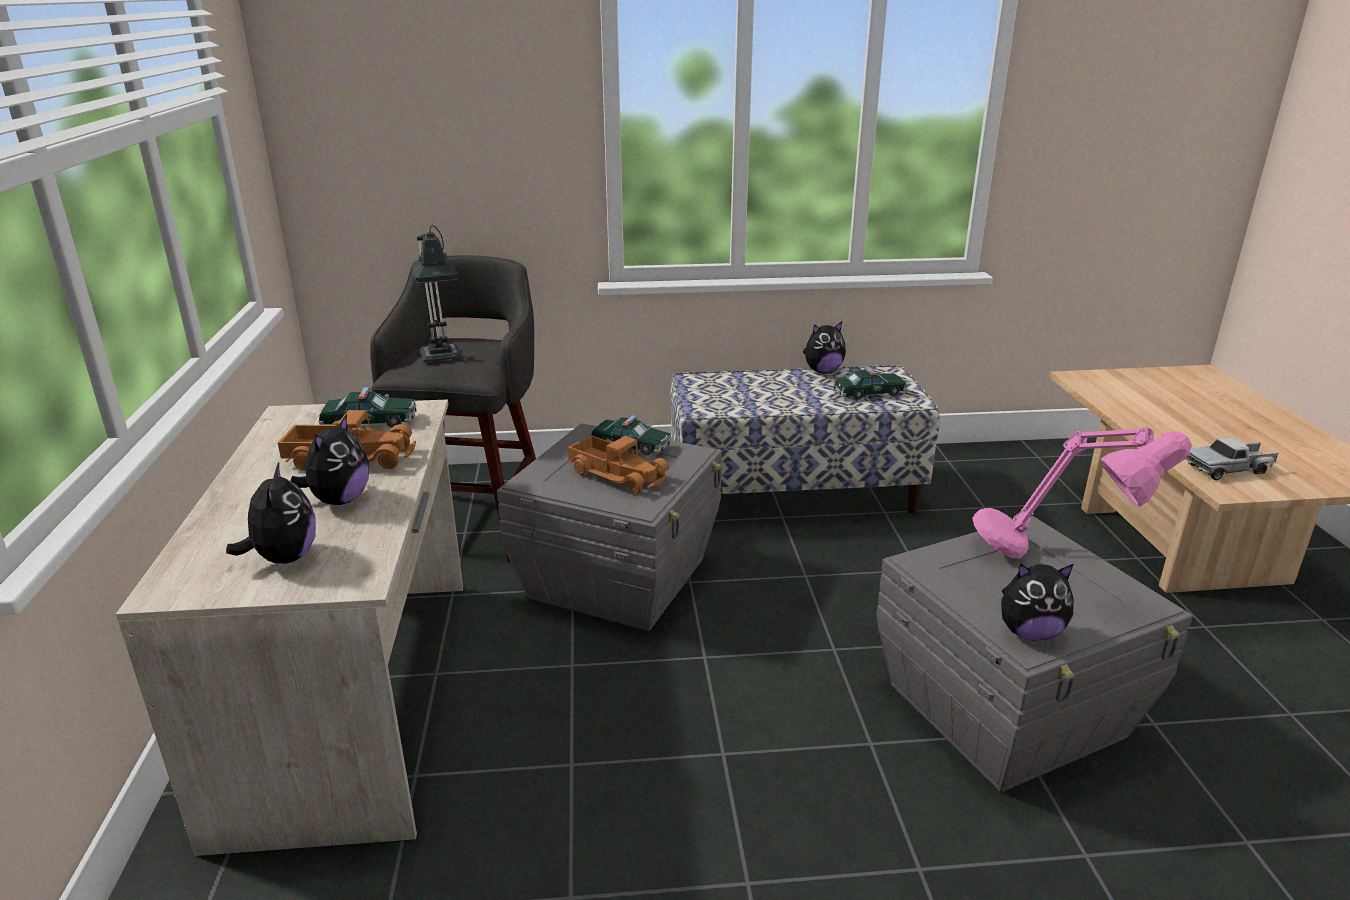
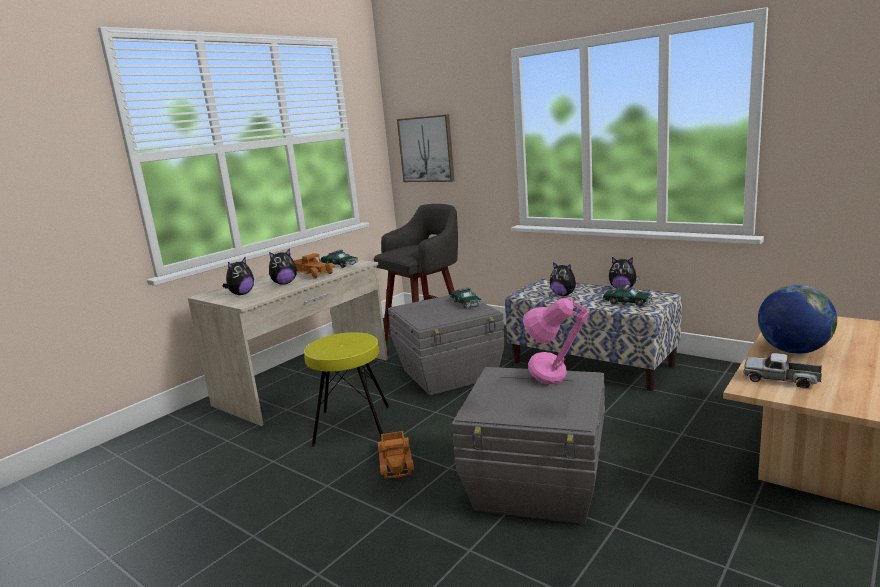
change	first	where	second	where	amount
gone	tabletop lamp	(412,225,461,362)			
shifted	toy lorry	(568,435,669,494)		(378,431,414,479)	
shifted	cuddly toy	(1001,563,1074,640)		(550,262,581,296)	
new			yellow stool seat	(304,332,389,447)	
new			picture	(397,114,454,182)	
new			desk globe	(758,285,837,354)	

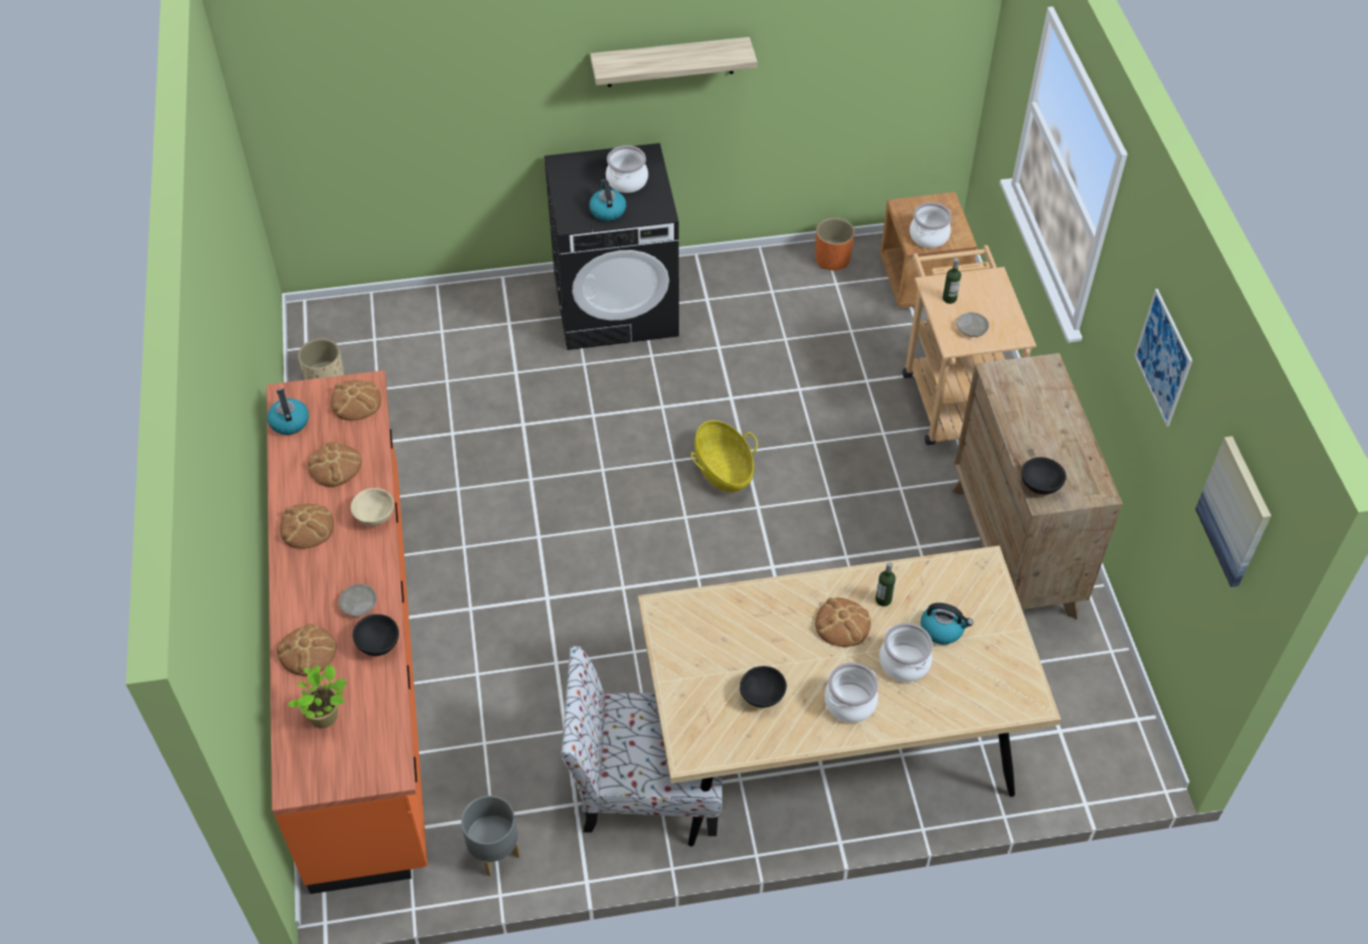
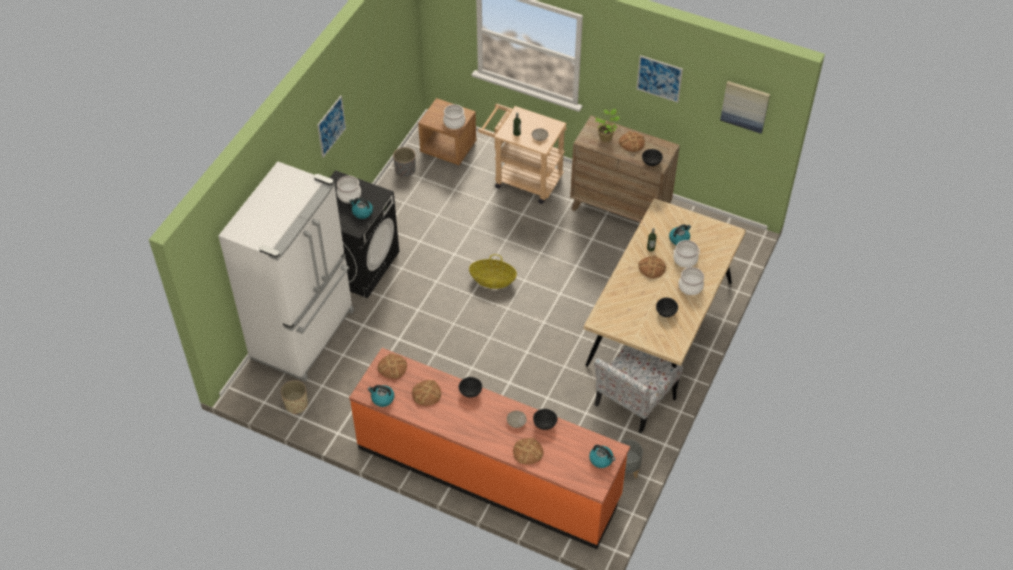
change	first	where	second	where	amount
shifted	bread	(280,504,334,549)		(619,131,645,152)	
shifted	houseplant	(288,664,347,728)		(594,109,620,142)	
repainted	beige-coloured bowl	(351,488,394,526)	black bowl	(458,377,482,397)	
swapped	shelf	(590,37,757,87)	picture	(317,95,346,158)	
repainted	orangey plant pot	(815,218,855,270)	gray plant pot	(393,147,415,178)	
new			white refrigerator	(218,161,354,382)	
new			kettle	(589,445,616,468)	

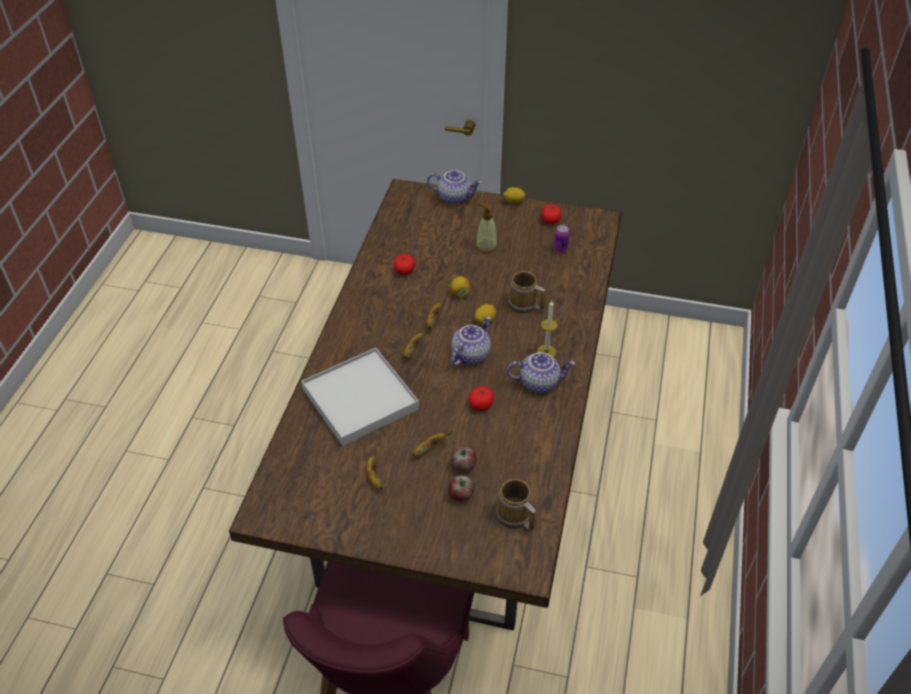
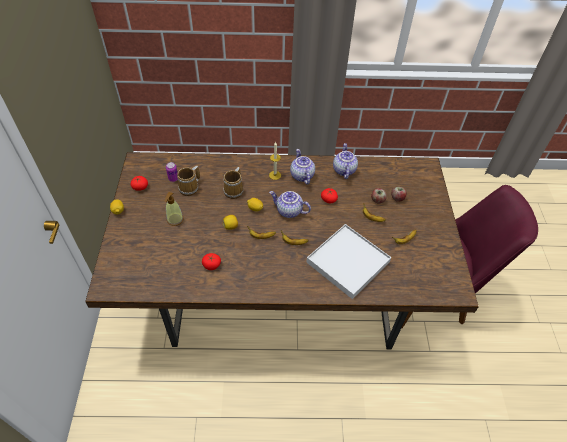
change	first	where	second	where	amount
shifted	pot for tea	(427,170,482,205)		(333,143,358,179)	
shifted	mug	(496,479,536,531)		(177,166,200,196)	

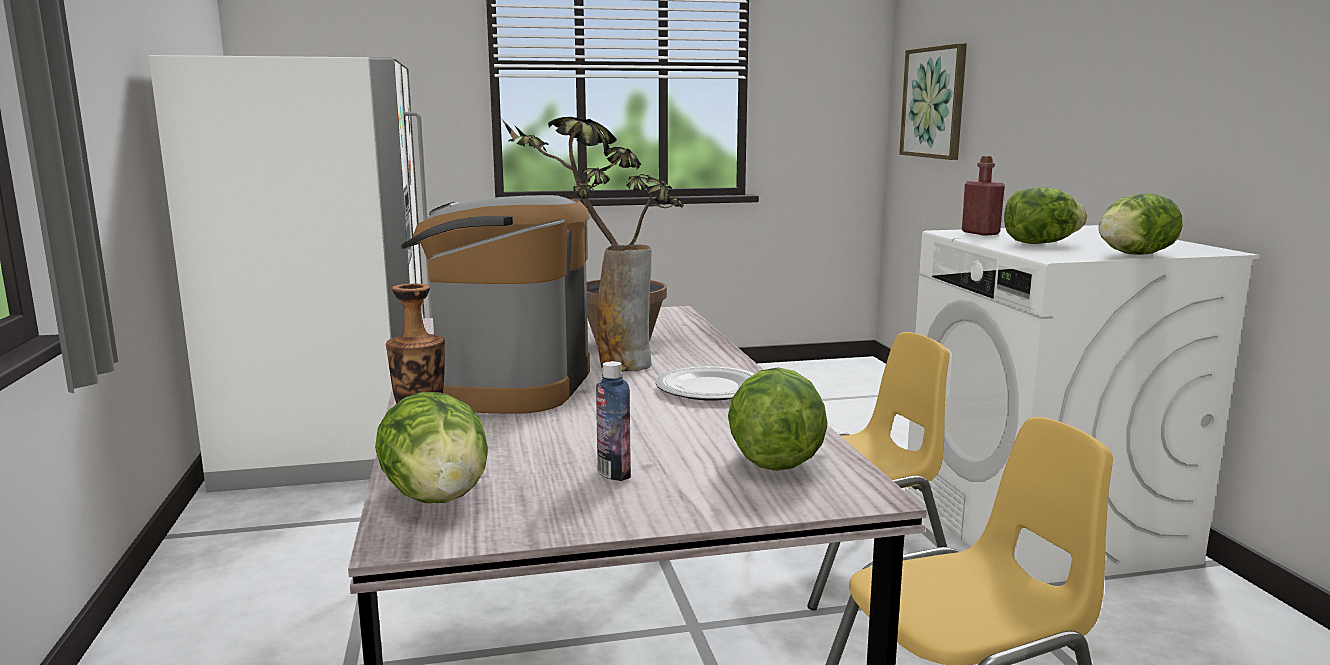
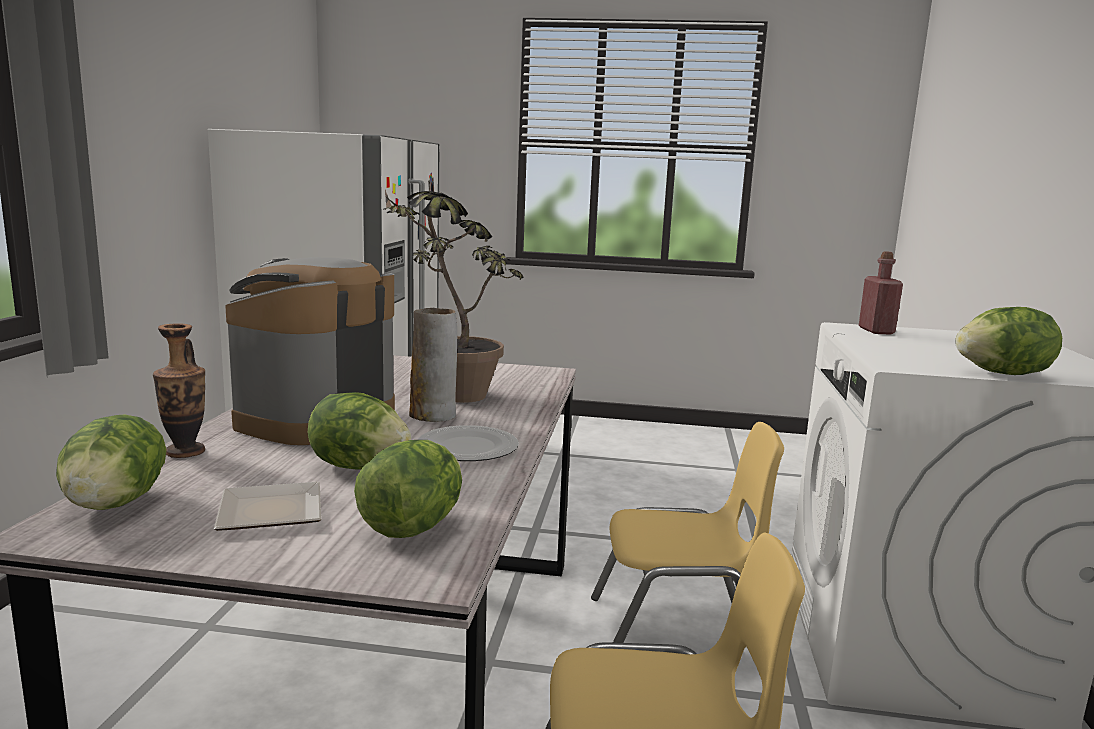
change	first	where	second	where	amount
swapped	drink bottle	(596,361,631,481)	flat dish	(214,482,321,531)	
gone	picture	(899,43,967,160)			
shifted	lettuce	(1004,187,1087,244)		(308,392,411,469)	

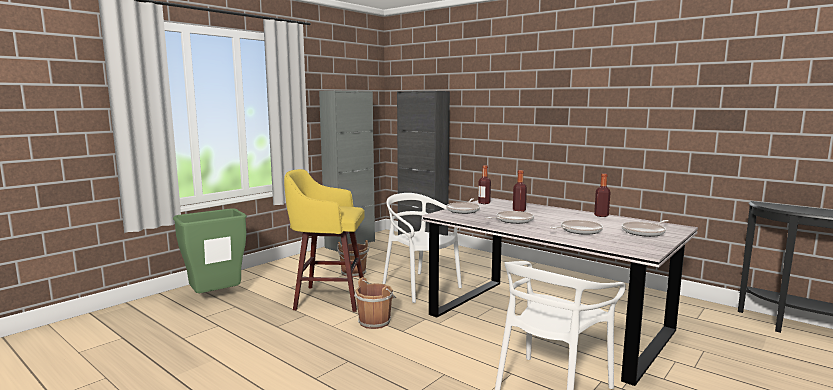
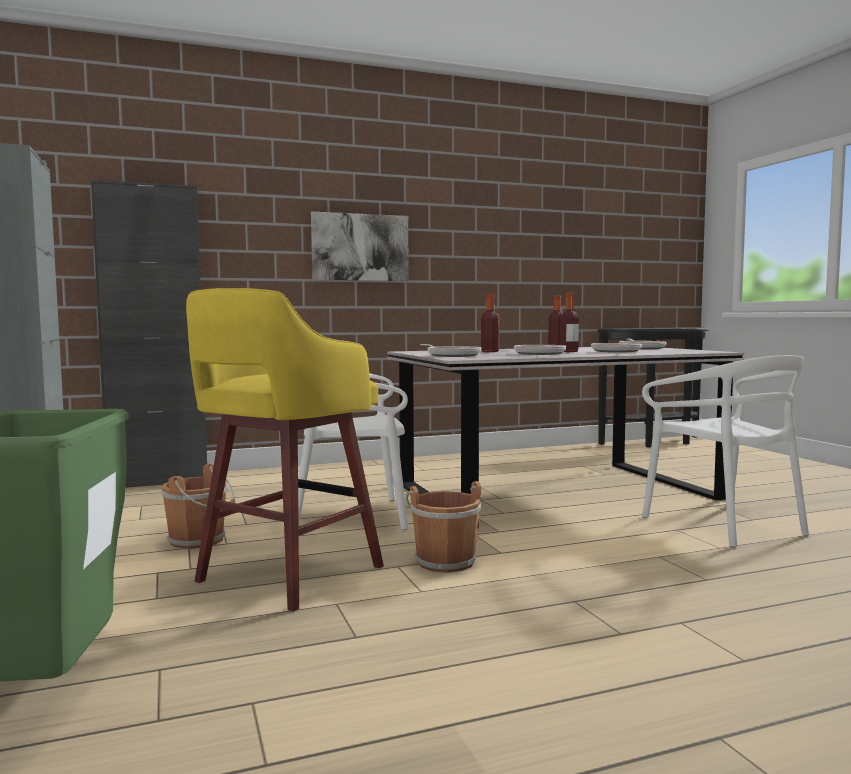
change	first	where	second	where	amount
shifted	drink bottle	(478,165,491,204)		(560,293,579,352)	
new			picture	(311,212,409,281)	

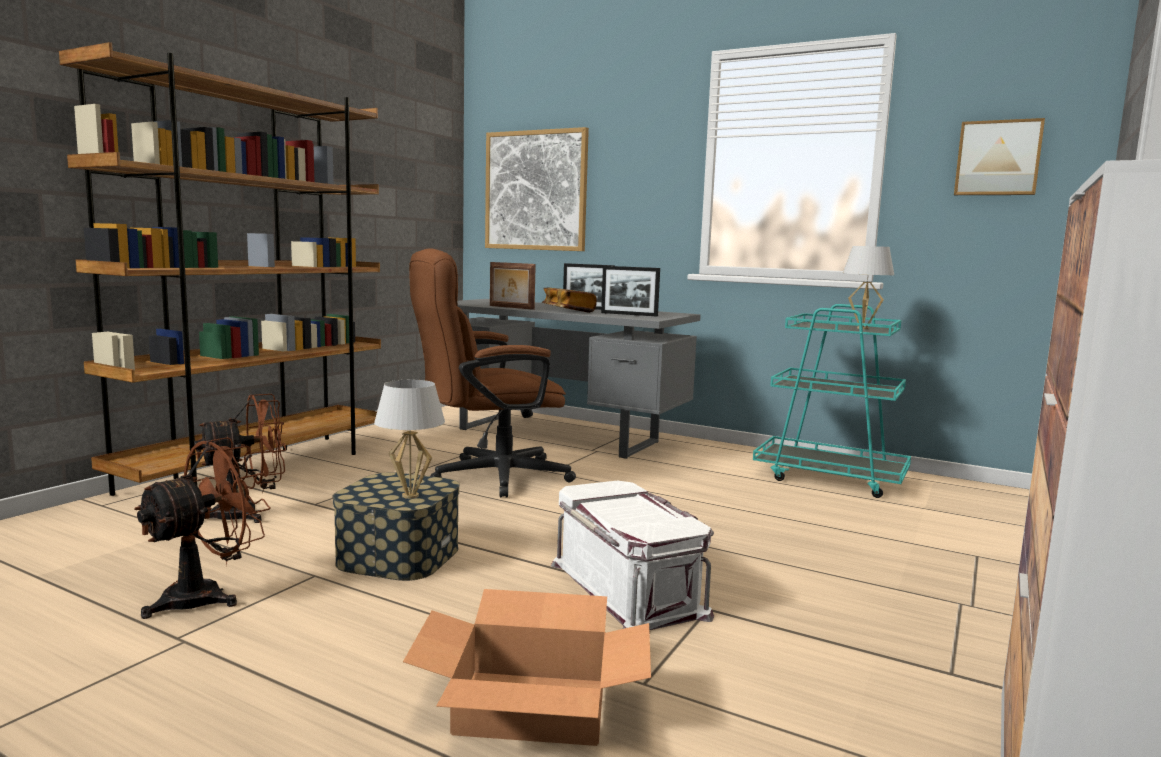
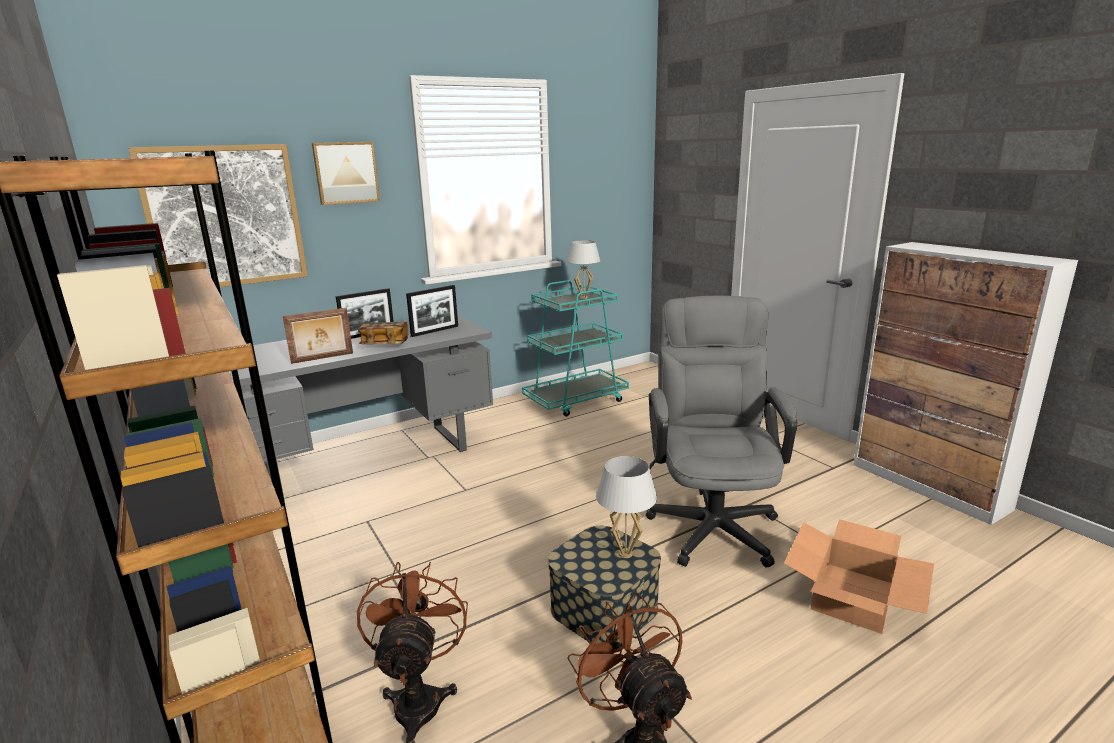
change	first	where	second	where	amount
gone	brown computer chair	(409,248,576,498)			
swapped	white storage box	(551,480,714,630)	gray computer chair	(645,296,797,568)	
shifted	picture	(954,118,1045,195)		(312,142,380,205)	

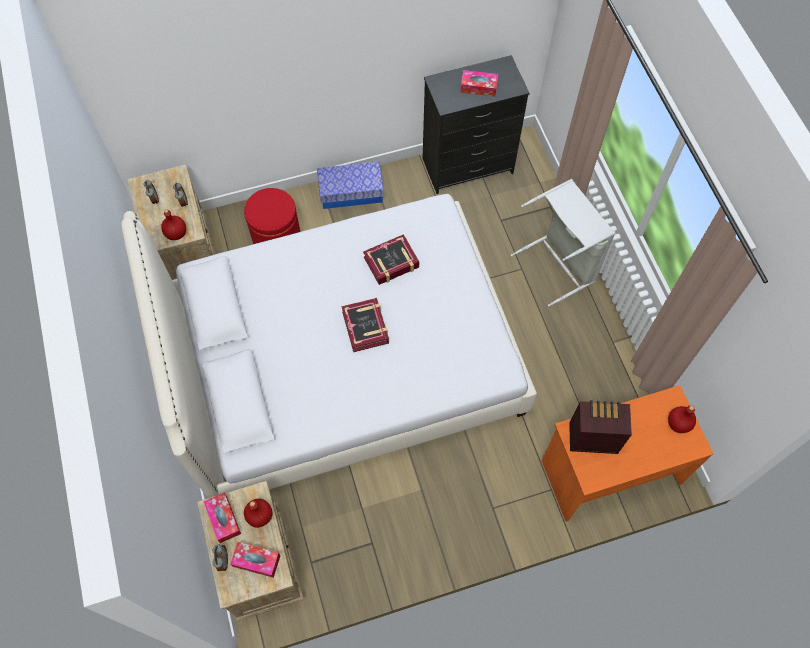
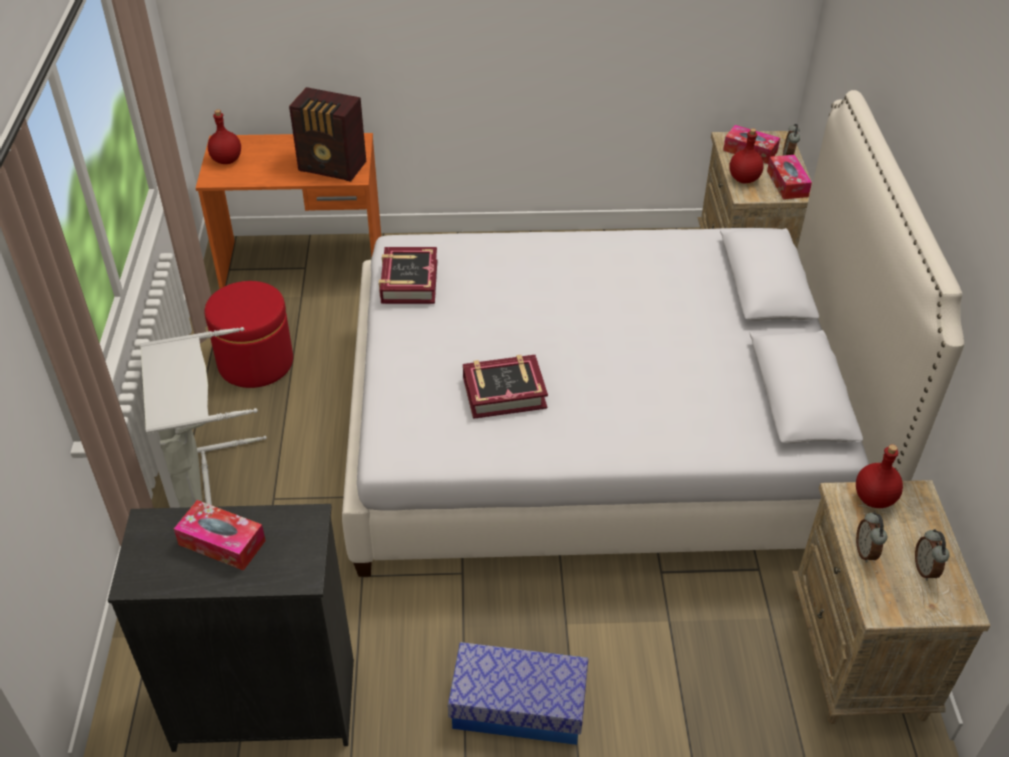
change	first	where	second	where	amount
shifted	reddish ottoman	(244,188,300,244)		(204,281,293,388)	
shifted	bound book	(341,298,389,352)		(379,247,437,304)	

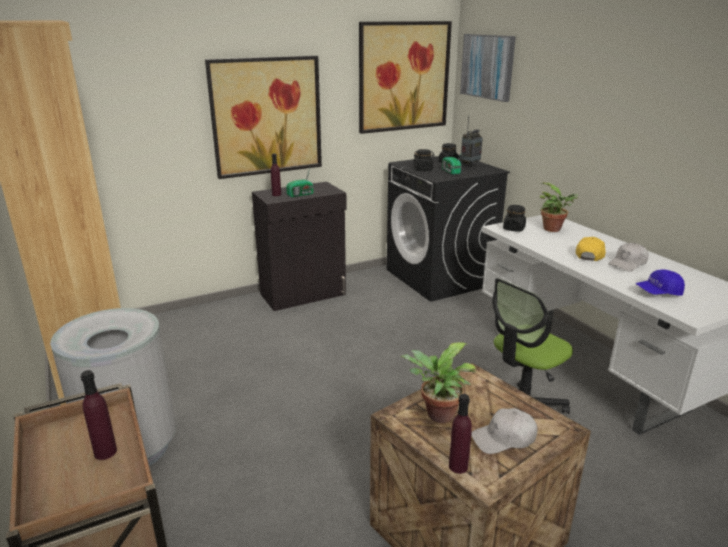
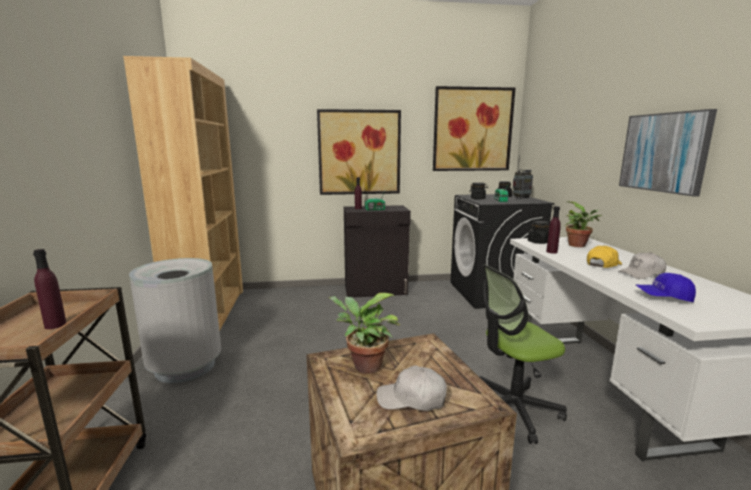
change	first	where	second	where	amount
shifted	purple drink bottle	(449,394,472,474)		(546,206,561,254)	
shifted	picture	(460,34,516,102)		(619,109,717,197)	

